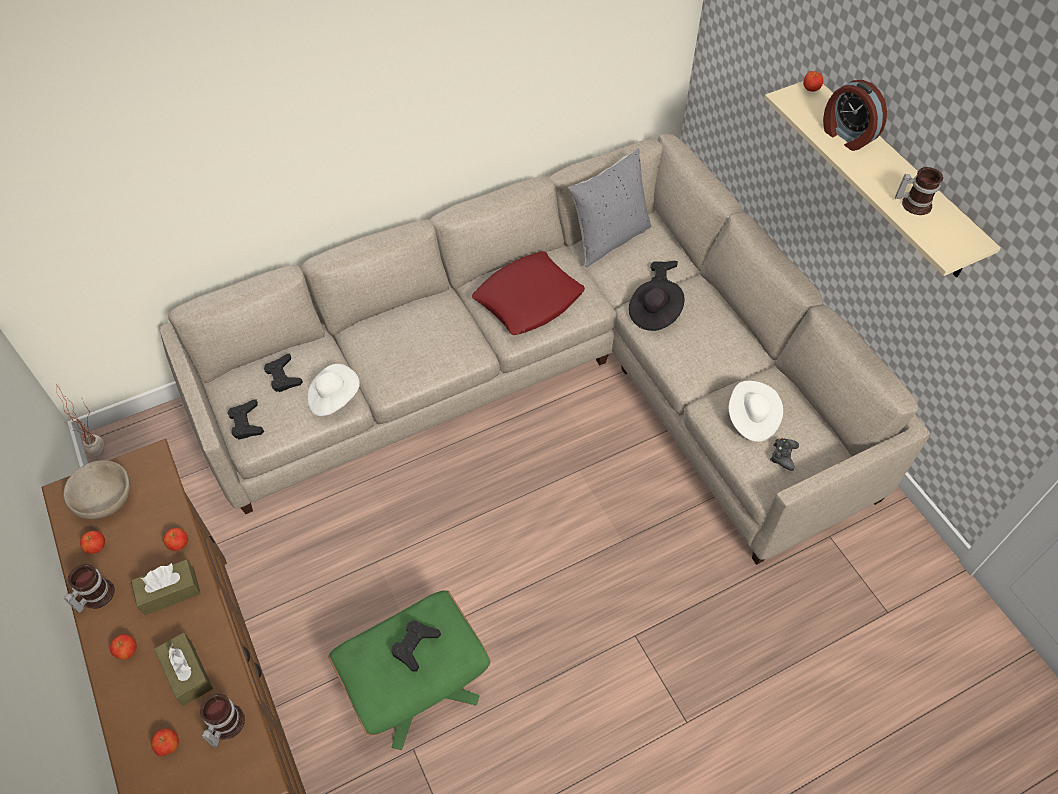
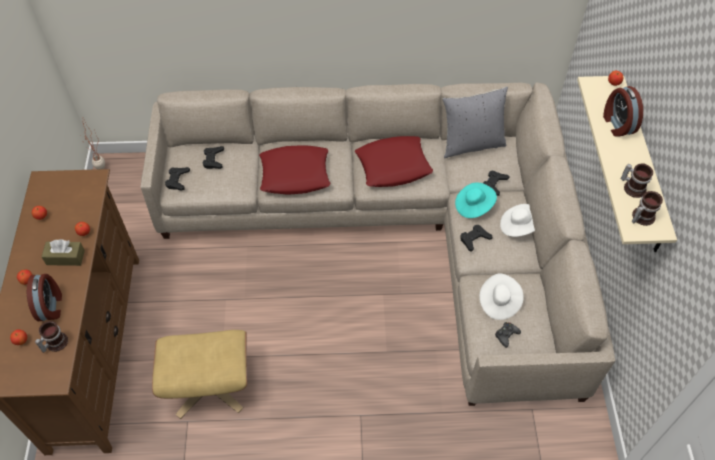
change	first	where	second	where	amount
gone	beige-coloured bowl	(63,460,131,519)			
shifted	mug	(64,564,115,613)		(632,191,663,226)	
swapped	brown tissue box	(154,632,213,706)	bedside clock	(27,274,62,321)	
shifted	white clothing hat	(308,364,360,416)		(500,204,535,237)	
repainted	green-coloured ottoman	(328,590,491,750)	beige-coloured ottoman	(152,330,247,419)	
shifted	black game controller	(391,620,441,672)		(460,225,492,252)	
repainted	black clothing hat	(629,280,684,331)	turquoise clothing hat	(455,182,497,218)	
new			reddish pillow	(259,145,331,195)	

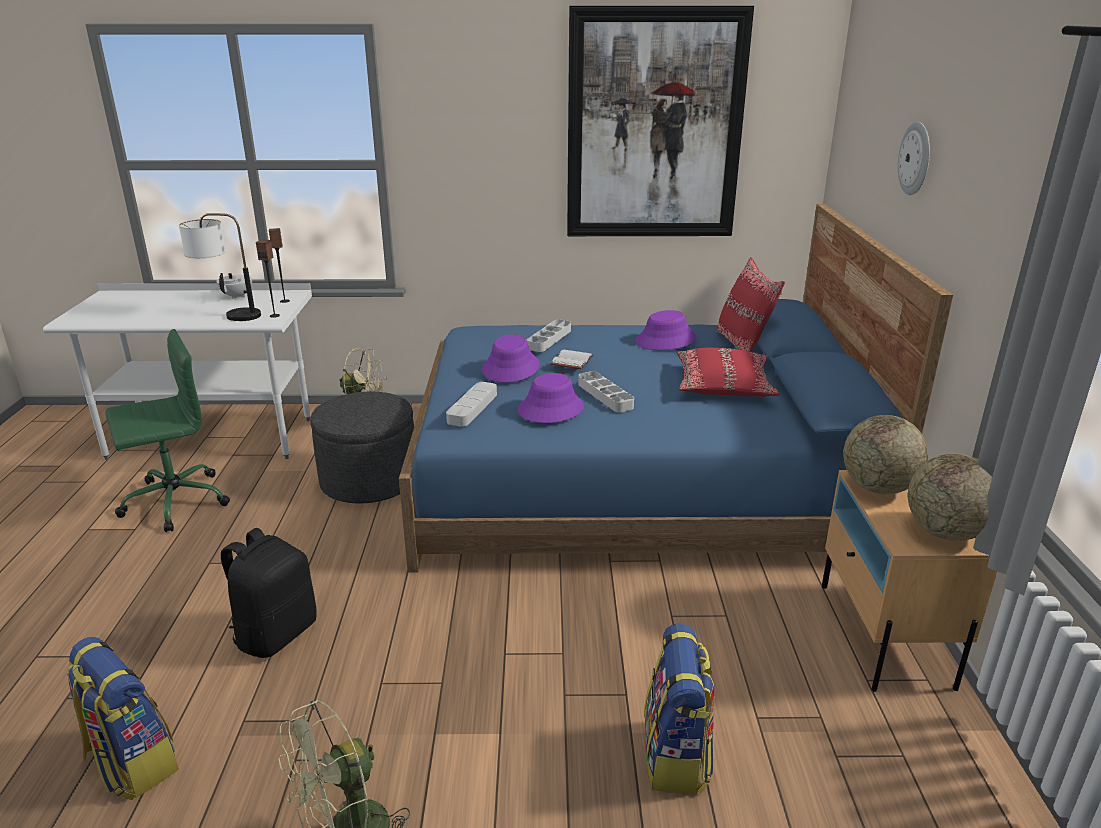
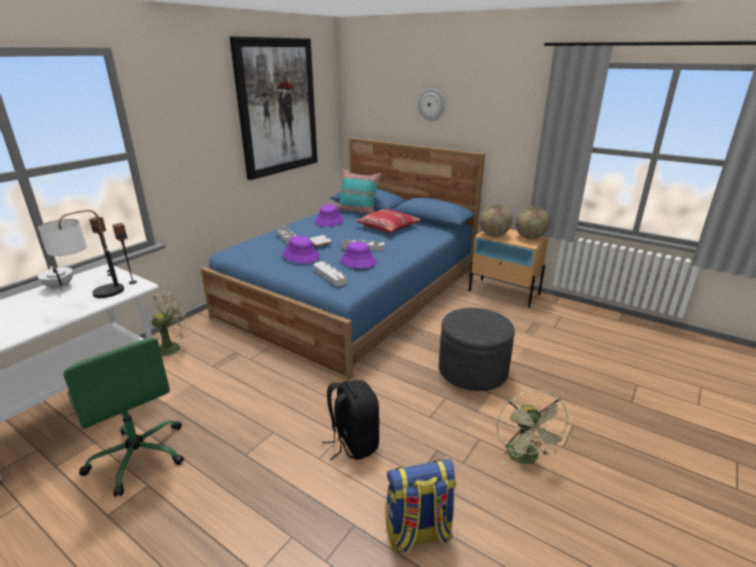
change	first	where	second	where	amount
rotated	green-coloured computer chair	(105,329,230,532)		(63,338,184,497)	135 degrees clockwise
shifted	gray ottoman	(310,392,414,503)		(439,308,515,391)	
gone	backpack	(644,624,715,794)			
repainted	reddish pillow	(716,257,785,352)	turquoise pillow	(337,169,381,215)	

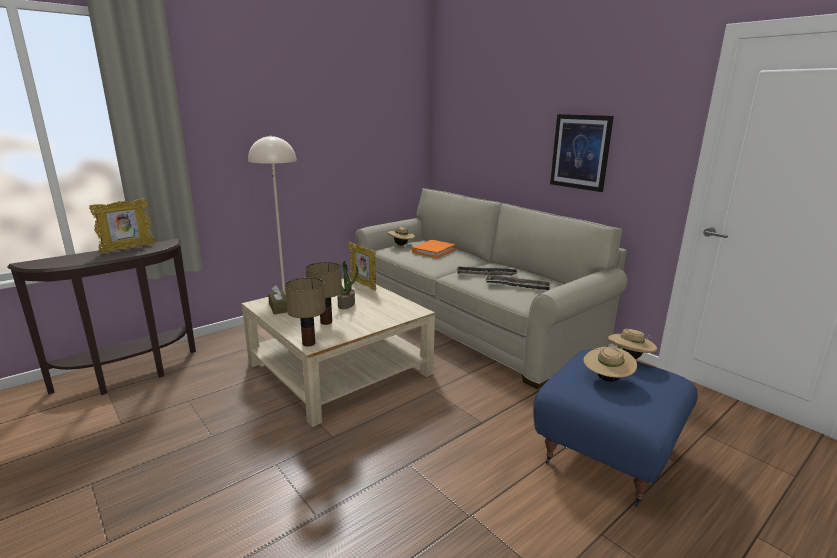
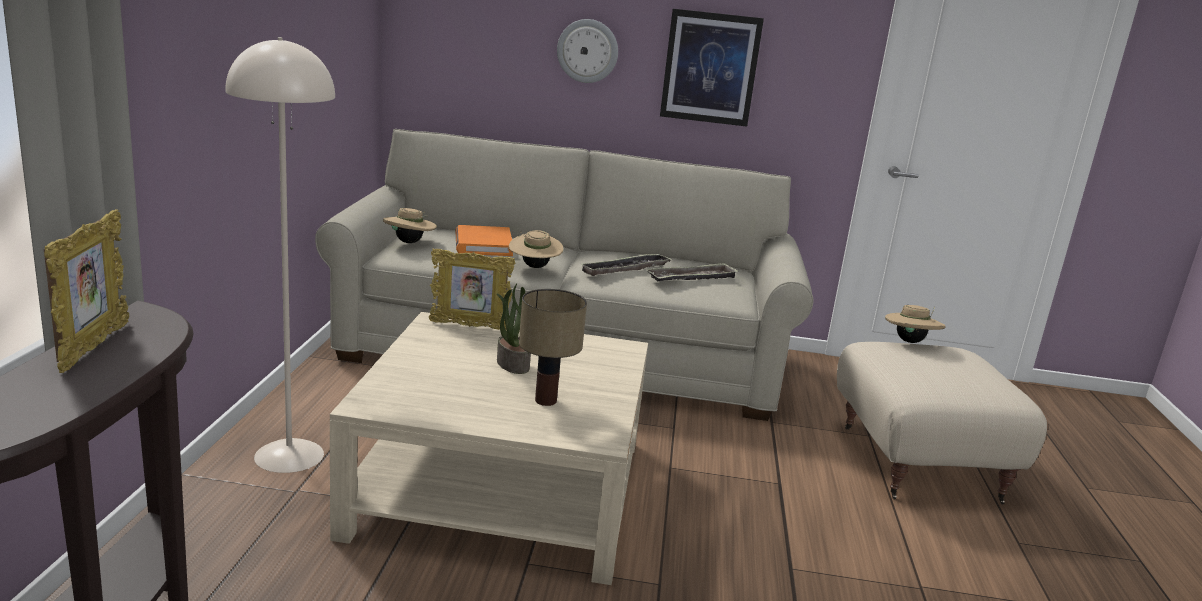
change	first	where	second	where	amount
gone	brown tissue box	(268,285,287,314)			
gone	tabletop lamp	(285,277,326,346)			
repainted	blue-coloured ottoman	(533,349,698,506)	beige-coloured ottoman	(837,342,1047,504)	
shifted	beige-coloured clothing hat	(584,346,637,382)		(509,230,564,268)	
new			clock on the wall	(557,19,618,83)	

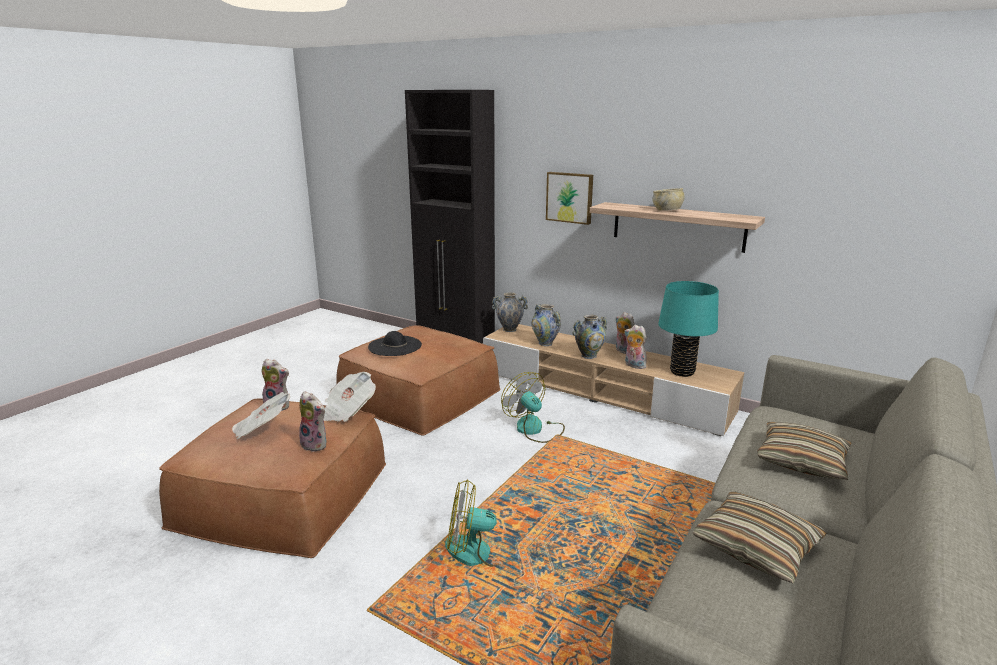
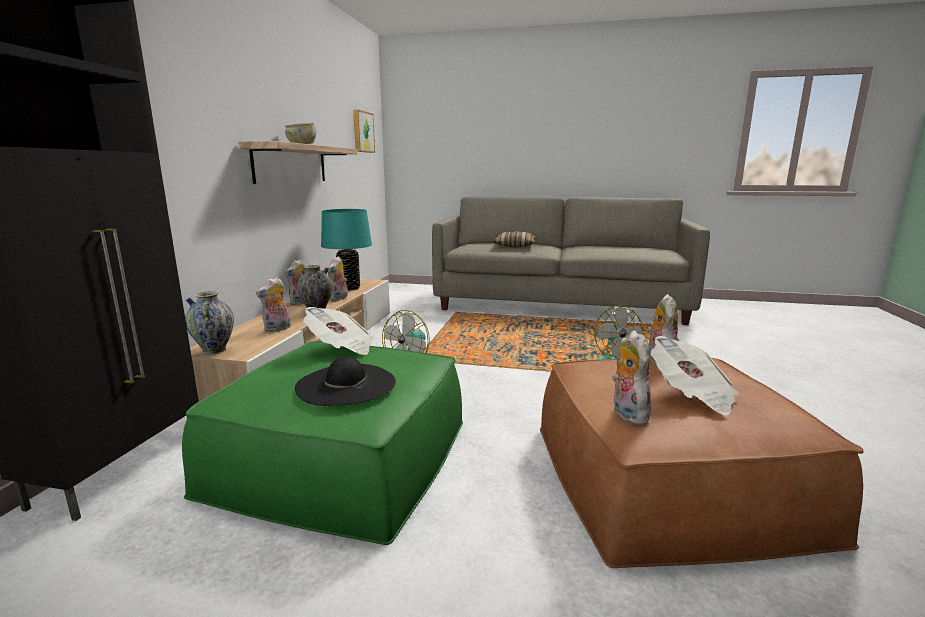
change	first	where	second	where	amount
shifted	daily paper	(324,372,376,422)		(303,307,374,355)	
repainted	brown ottoman	(336,325,501,436)	green-coloured ottoman	(182,341,463,545)	
swapped	flower vase	(532,304,561,346)	cuddly toy	(256,277,291,332)	
shifted	picture	(546,172,593,225)		(353,109,375,153)	
gone	pillow	(693,491,827,584)			

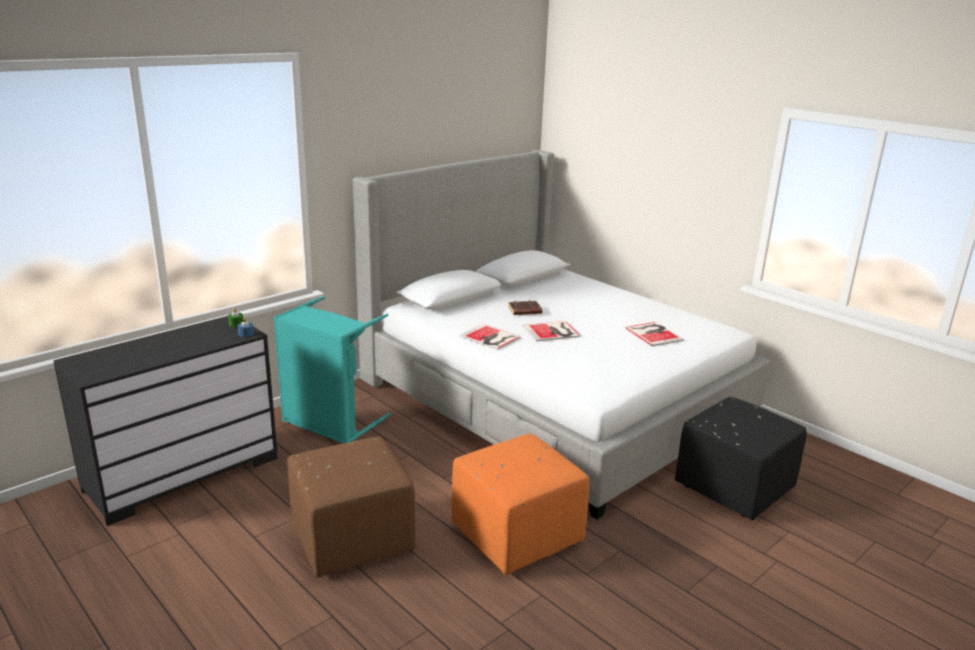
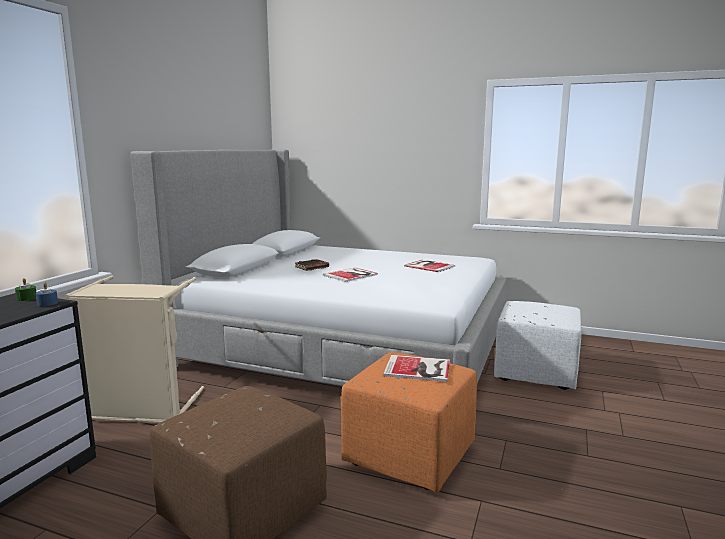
change	first	where	second	where	amount
repainted	turquoise hamper	(273,296,390,443)	beige-coloured hamper	(65,276,204,423)	
shifted	bound book	(459,324,521,350)		(383,355,450,382)	
repainted	black ottoman	(675,397,807,521)	white ottoman	(494,301,581,390)	

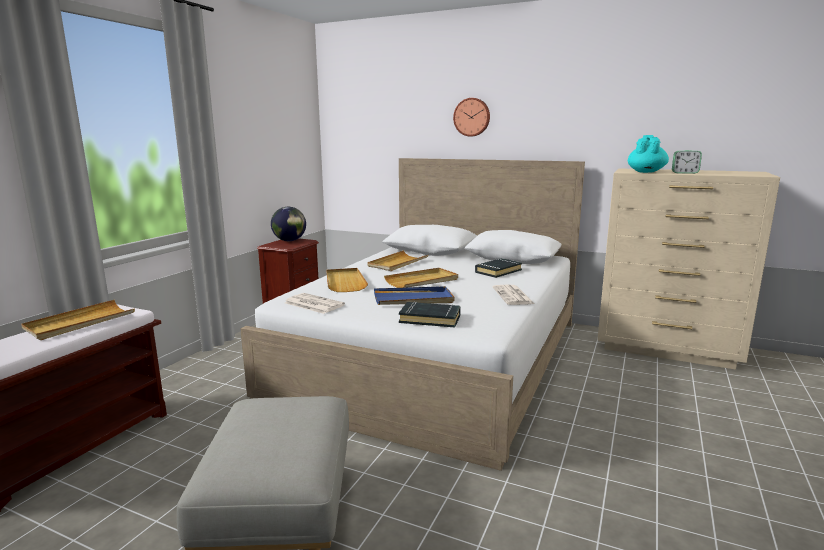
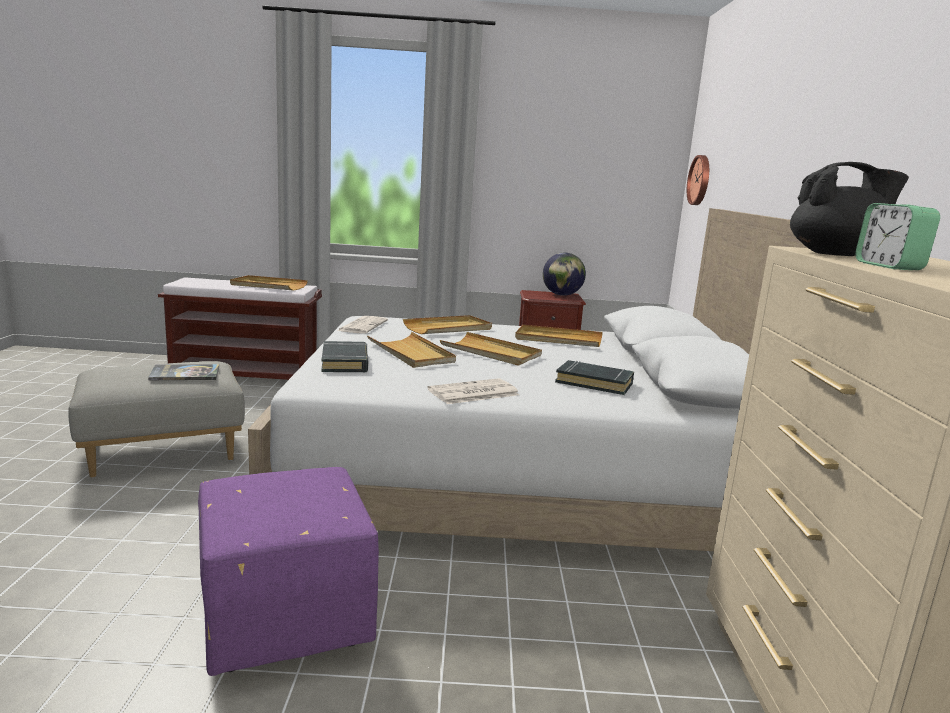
change	first	where	second	where	amount
repainted	blue-coloured carrying tray	(374,286,454,305)	beige-coloured carrying tray	(367,332,456,368)	
shifted	clock on the wall	(453,98,490,137)		(687,155,709,205)	
repainted	turquoise pot for tea	(628,135,669,173)	black pot for tea	(790,162,909,256)	
new			bound book	(148,364,219,380)	
new			purple ottoman	(198,467,379,676)	

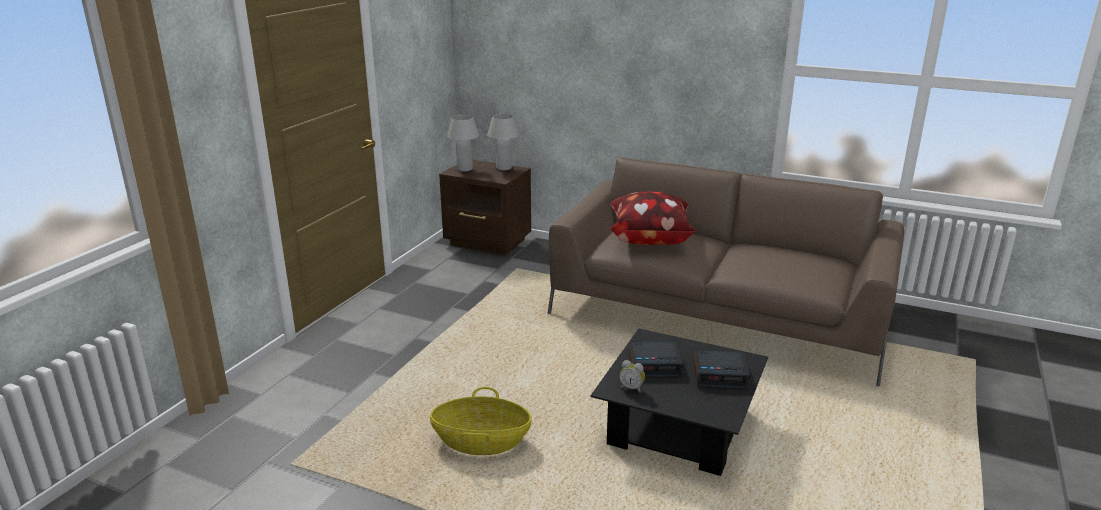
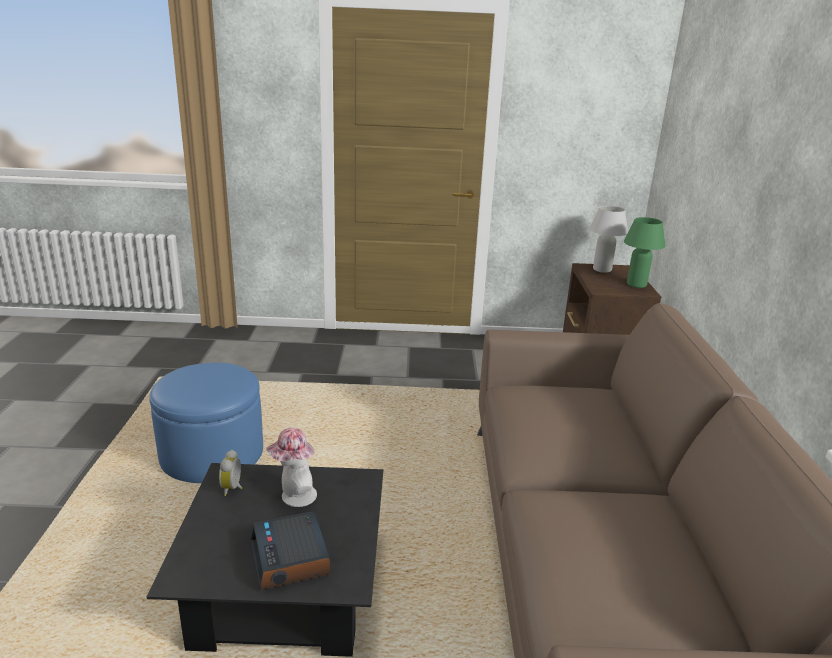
change	first	where	second	where	amount
swapped	household basket	(430,387,532,455)	blue-coloured ottoman	(149,363,263,483)	
repainted	white tabletop lamp	(487,114,519,170)	green-coloured tabletop lamp	(624,217,665,288)	
gone	pillow	(609,191,696,245)			
swapped	bedside clock	(629,342,683,378)	clothing hat	(266,428,317,507)	

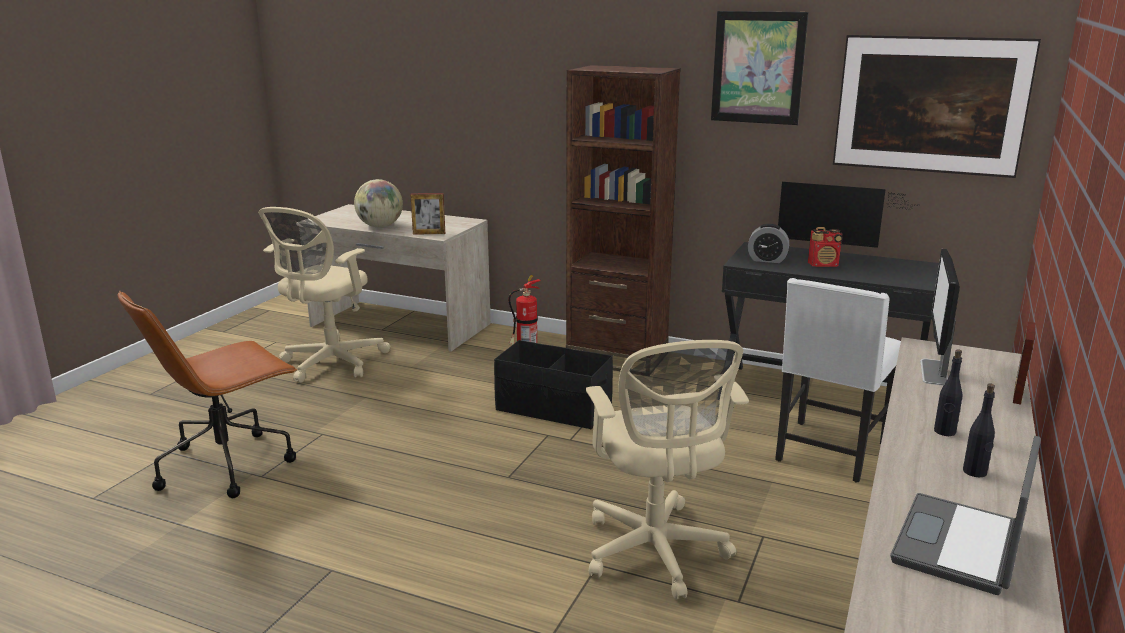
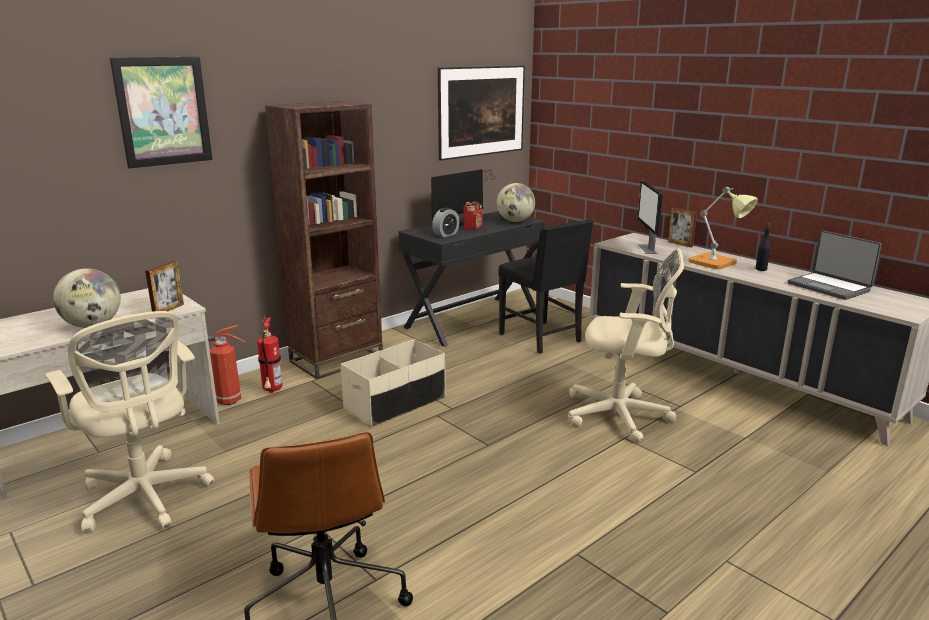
change	first	where	second	where	amount
repainted	black storage box	(494,340,613,429)	beige-coloured storage box	(341,339,446,427)	
shifted	picture	(711,11,808,125)		(110,57,212,168)	
repainted	white plain chair	(775,278,901,483)	black plain chair	(498,220,593,354)	
rotated	computer screen	(920,249,960,386)		(637,181,663,254)	45 degrees clockwise
swapped	black drink bottle	(934,349,962,436)	tabletop lamp	(688,187,758,269)	
new			fire extinguisher	(208,325,245,405)	
new			desk globe	(497,183,535,222)	

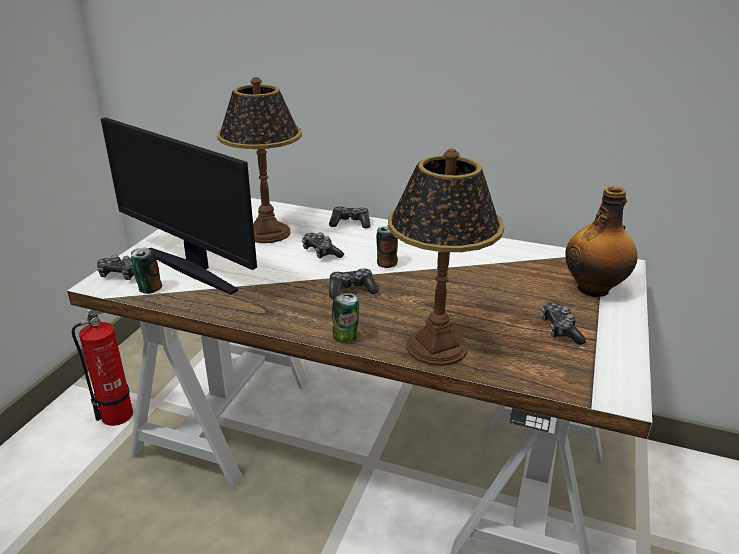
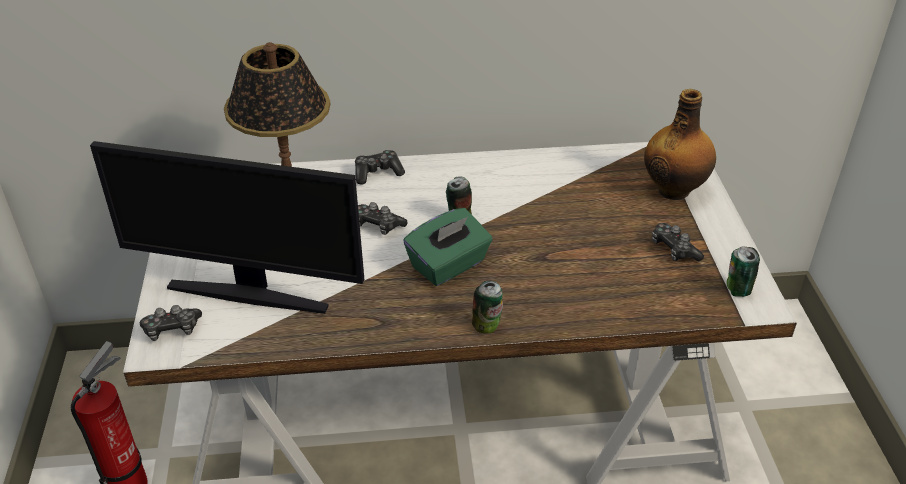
change	first	where	second	where	amount
shifted	metal can	(131,248,162,294)		(727,246,760,297)	
swapped	game controller	(329,269,379,299)	green-coloured tissue box	(403,208,493,286)	
gone	tabletop lamp	(388,149,504,366)			

